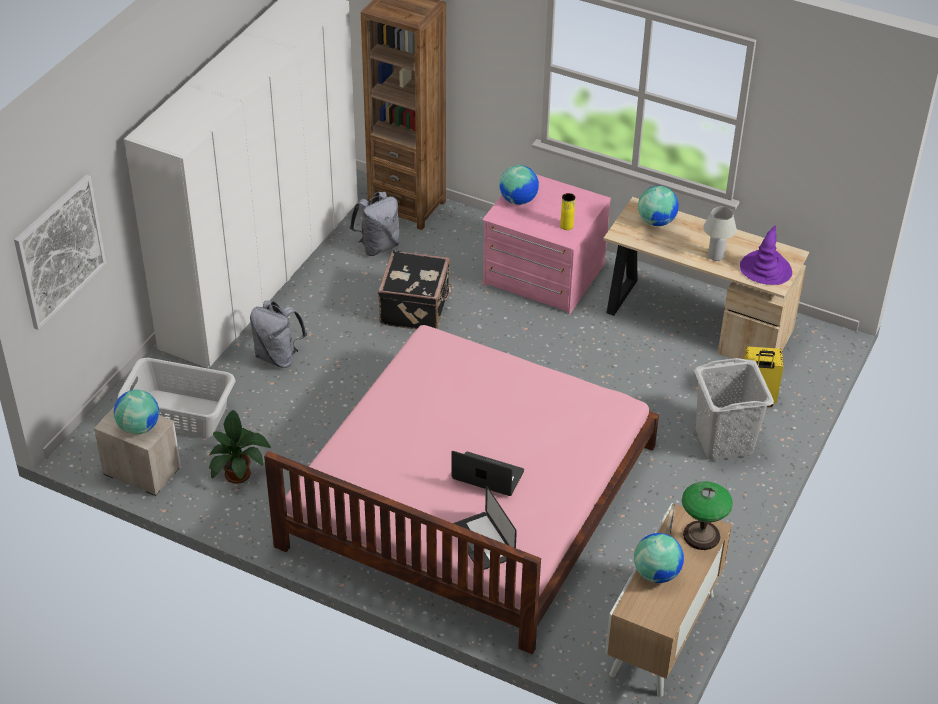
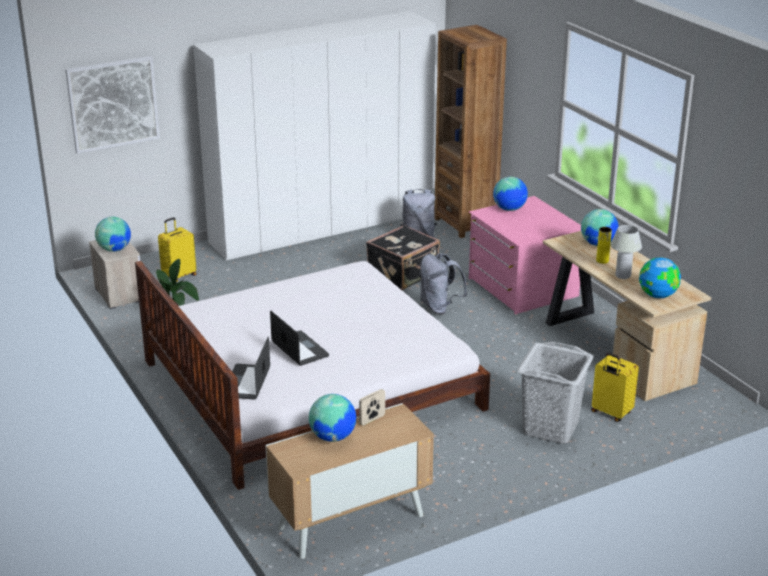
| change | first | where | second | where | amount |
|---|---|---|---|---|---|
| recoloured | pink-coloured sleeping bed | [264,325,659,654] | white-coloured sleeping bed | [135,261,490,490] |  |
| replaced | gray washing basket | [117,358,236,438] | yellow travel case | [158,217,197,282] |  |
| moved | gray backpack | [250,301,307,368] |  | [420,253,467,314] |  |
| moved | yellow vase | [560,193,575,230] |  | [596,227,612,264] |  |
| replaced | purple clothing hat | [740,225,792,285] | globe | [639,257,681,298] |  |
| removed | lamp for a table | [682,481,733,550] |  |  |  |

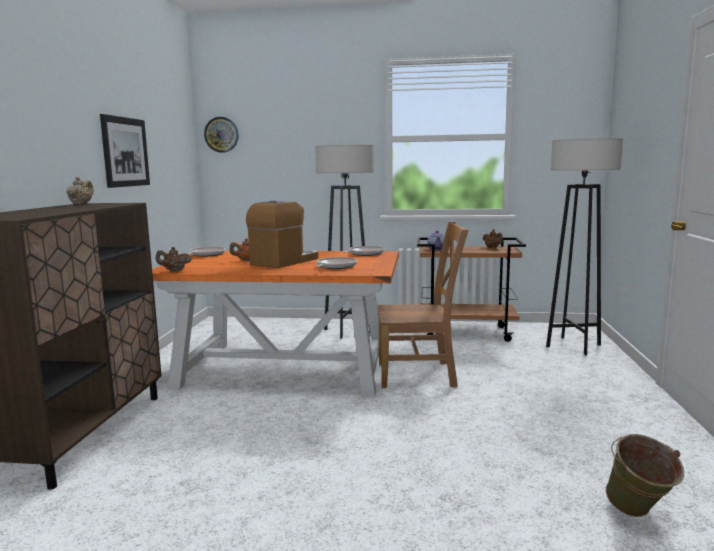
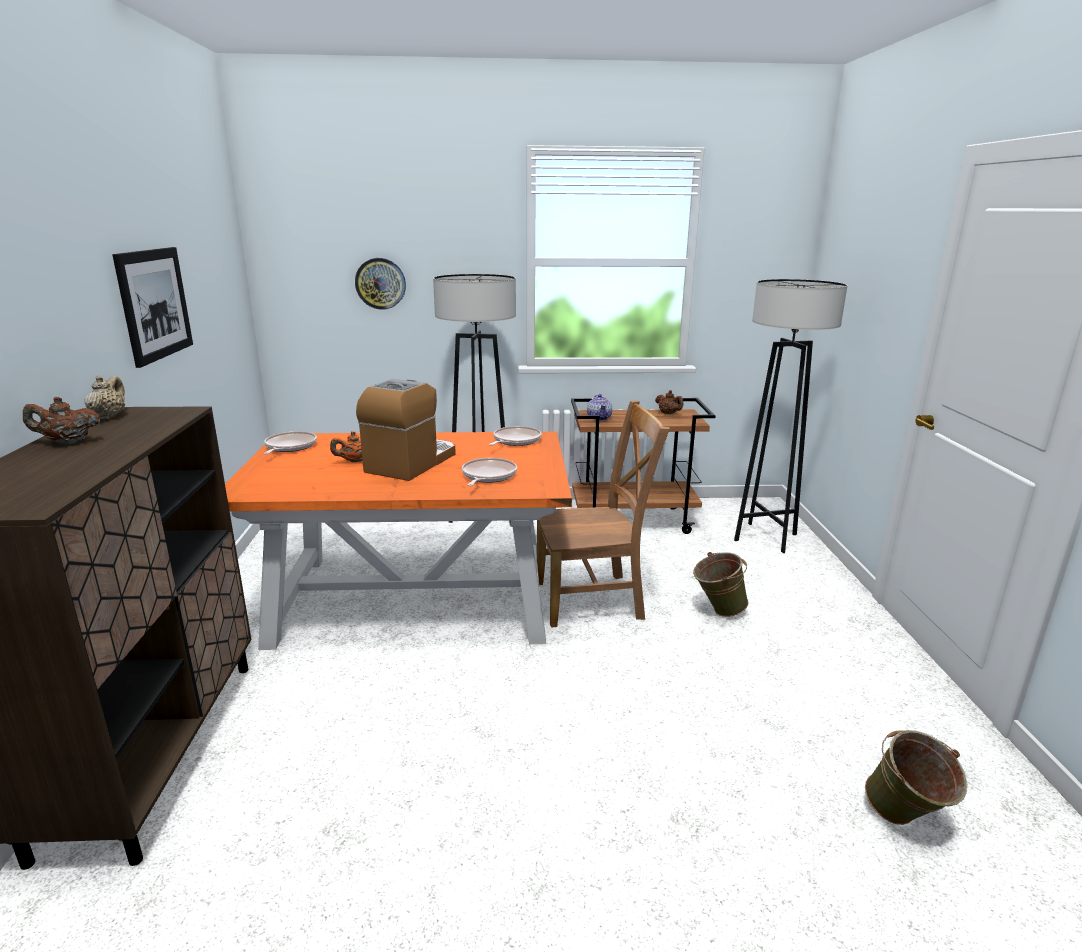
| change | first | where | second | where | amount |
|---|---|---|---|---|---|
| moved | brown-coloured teapot | [156,247,191,272] |  | [23,397,100,444] |  |
| moved | hanging clock | [204,117,239,153] |  | [355,258,406,310] |  |
| added |  |  | green-coloured bucket | [693,552,748,617] |  |

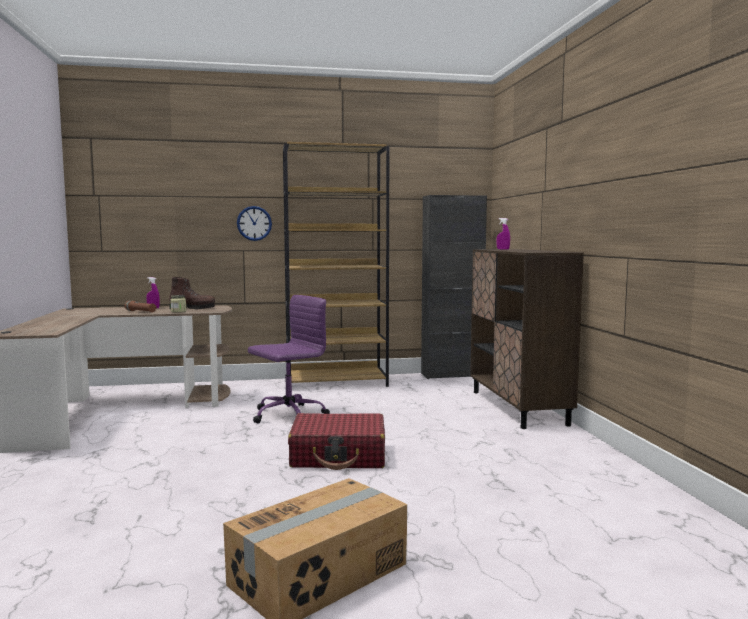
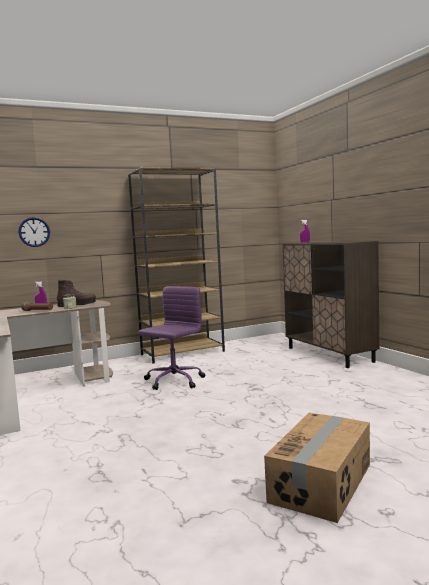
| change | first | where | second | where | amount |
|---|---|---|---|---|---|
| moved | hanging clock | [237,206,272,241] |  | [19,217,50,247] |  |
| removed | red-coloured travel case | [288,413,385,470] |  |  |  |
| removed | blackish storage cabinet | [421,195,487,379] |  |  |  |

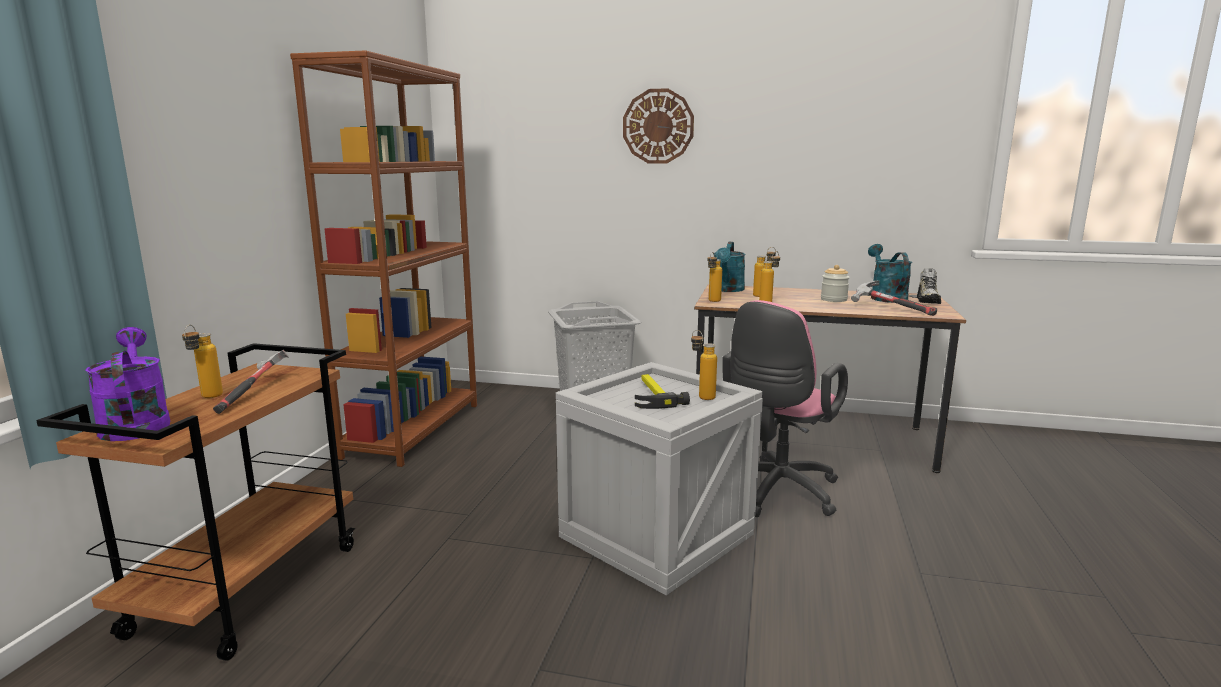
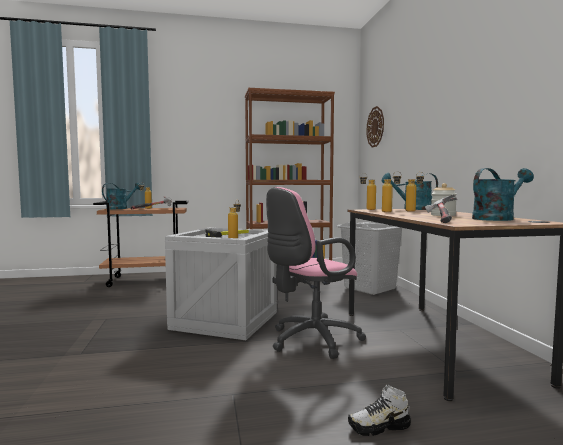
| change | first | where | second | where | amount |
|---|---|---|---|---|---|
| recoloured | purple sprinkling can | [85,327,170,441] | turquoise-coloured sprinkling can | [102,183,140,209] |  |
| turned | pink-coloured computer chair | [723,300,848,517] |  | [266,187,366,359] | 45 degrees counterclockwise |
| moved | item of footwear | [917,268,941,304] |  | [348,384,411,436] |  |
| moved | hanging clock | [623,88,694,164] |  | [367,106,384,148] |  |

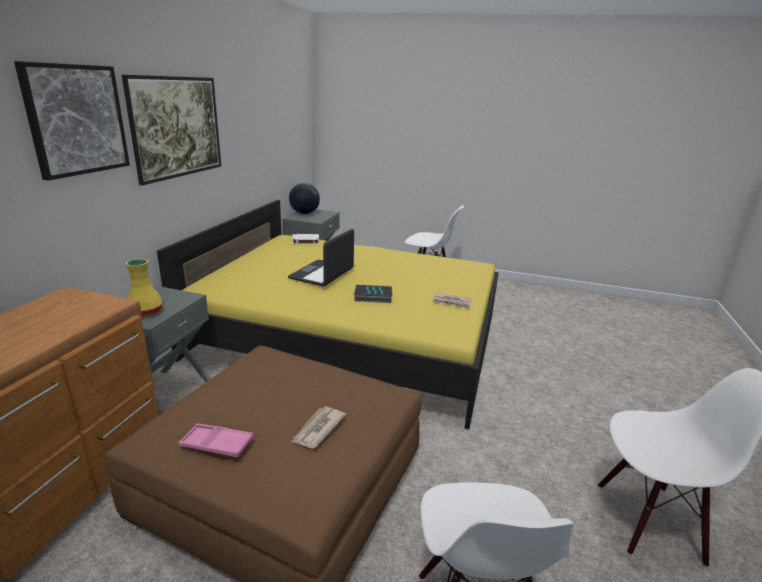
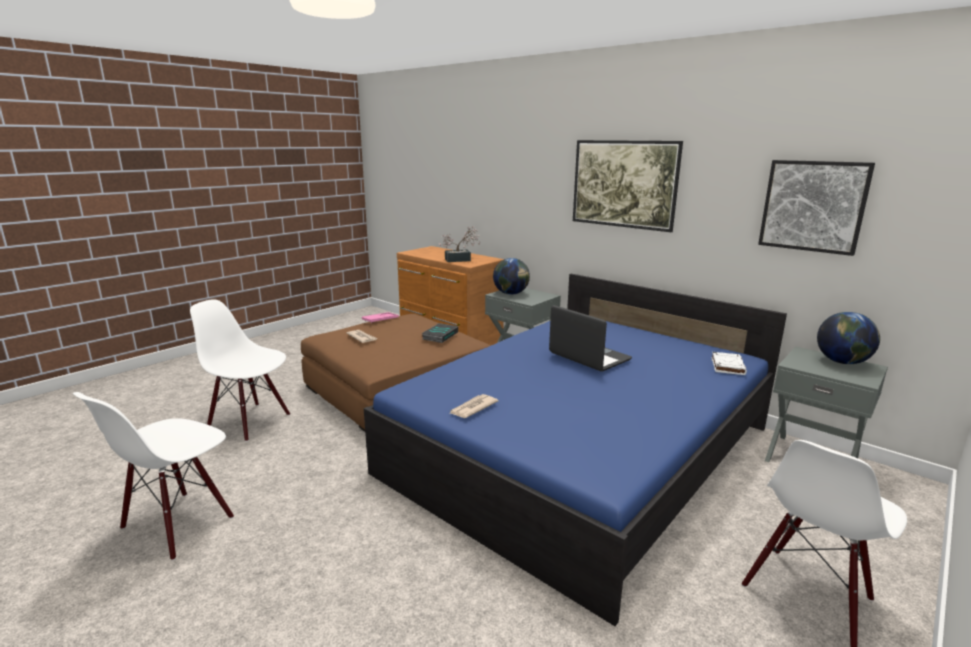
| change | first | where | second | where | amount |
|---|---|---|---|---|---|
| recoloured | yellow sleeping bed | [157,200,499,429] | blue-coloured sleeping bed | [364,274,787,626] |  |
| moved | book | [354,285,392,303] |  | [422,323,458,343] |  |
| added |  |  | potted plant | [439,226,480,262] |  |
| replaced | yellow vase | [126,259,162,317] | globe | [493,258,530,295] |  |
| moved | picture | [14,61,130,180] |  | [758,160,875,256] |  |

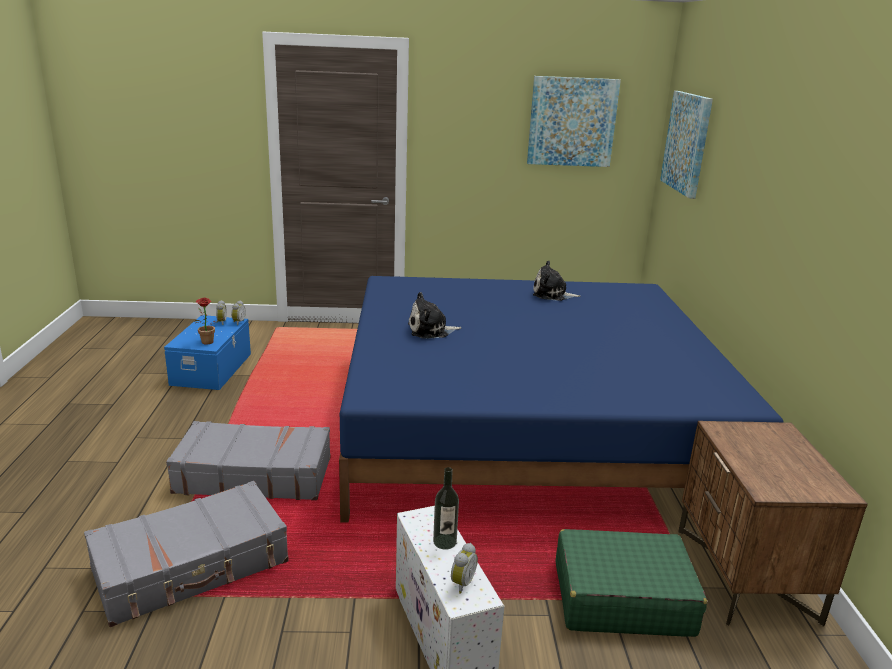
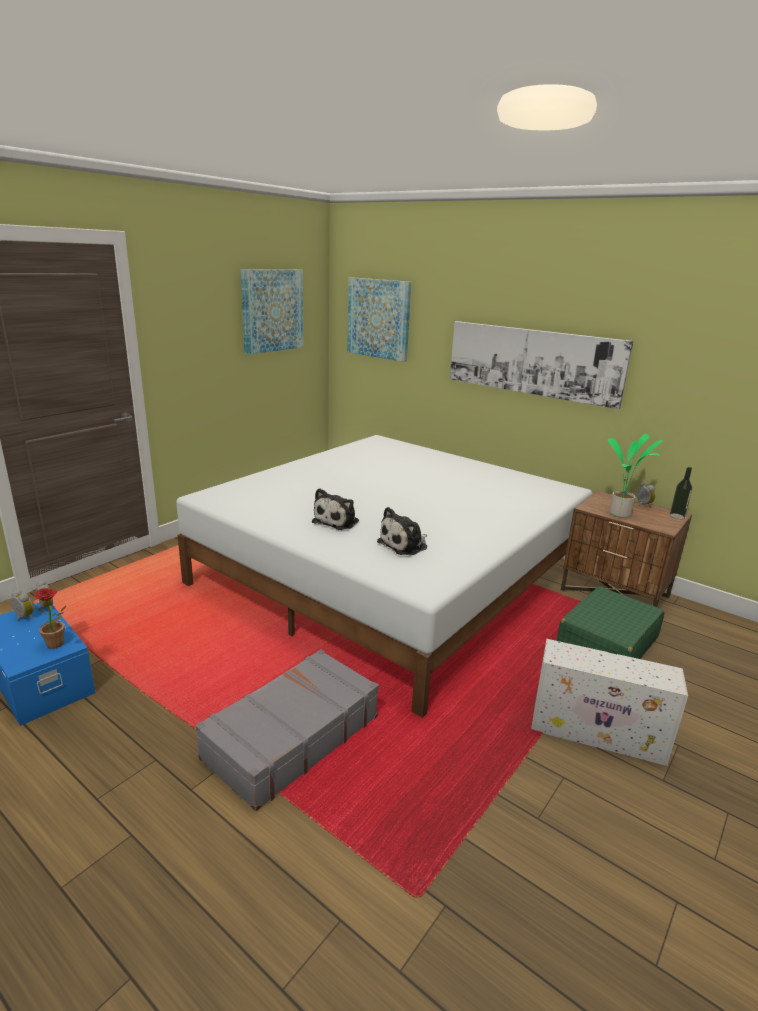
| change | first | where | second | where | amount |
|---|---|---|---|---|---|
| recoloured | blue-coloured sleeping bed | [339,276,783,523] | white-coloured sleeping bed | [176,435,593,718] |  |
| moved | cuddly toy | [533,261,580,301] |  | [377,507,427,556] |  |
| added |  |  | picture | [450,321,634,409] |  |
| added |  |  | potted plant | [608,434,663,518] |  |
| moved | alarm clock | [451,543,478,594] |  | [636,482,656,508] |  |
| moved | drink bottle | [433,467,459,550] |  | [670,467,692,519] |  |
| removed | gray travel case | [84,481,289,627] |  |  |  |

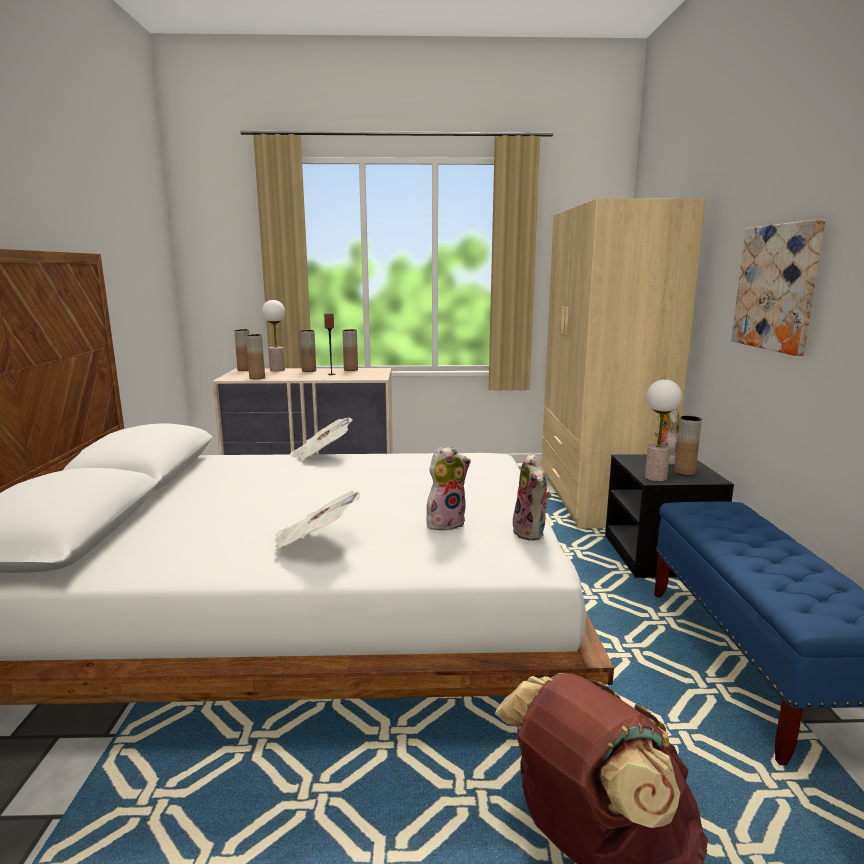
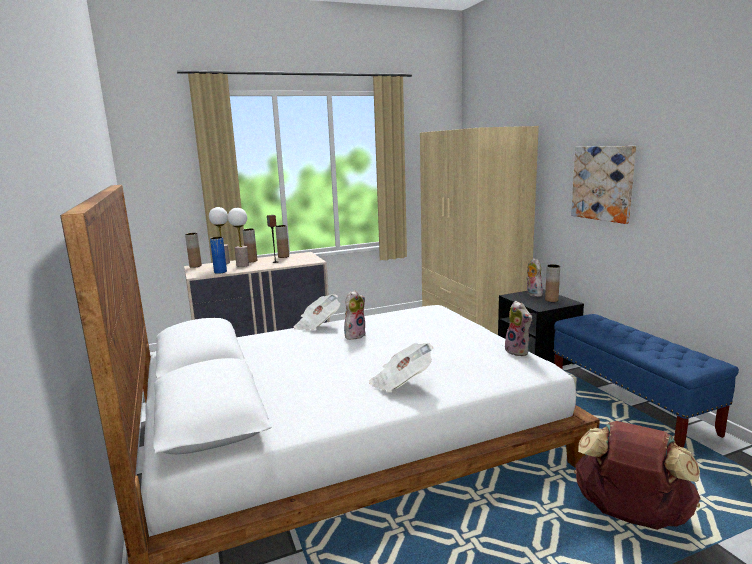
| change | first | where | second | where | amount |
|---|---|---|---|---|---|
| recoloured | brown-coloured vase | [246,334,265,379] | blue-coloured vase | [210,237,227,274] |  |
| moved | lamp for a table | [645,379,682,481] |  | [228,208,249,267] |  |
| moved | cuddly toy | [427,446,471,530] |  | [344,290,366,340] |  |

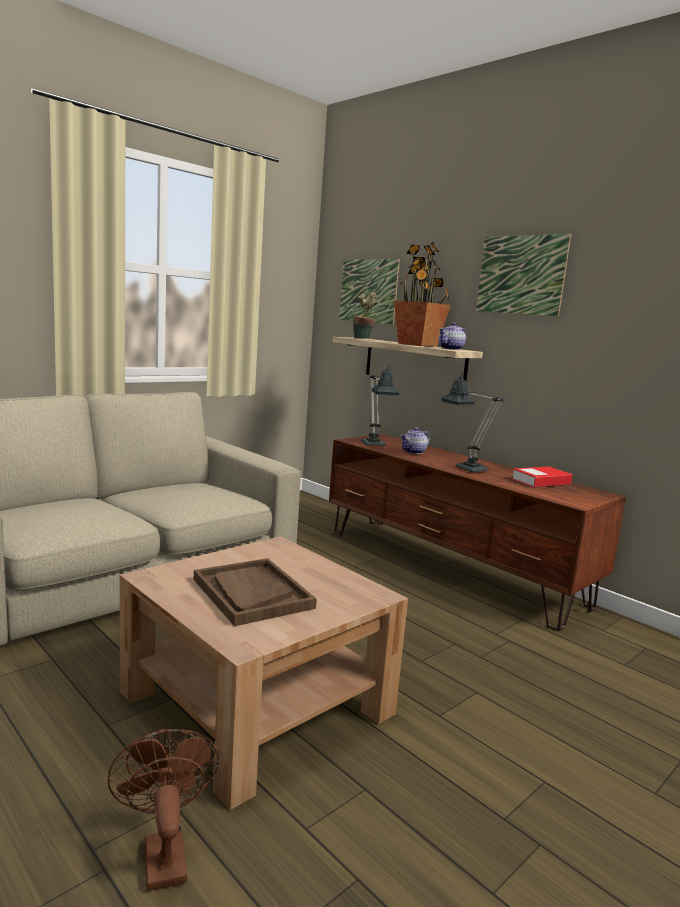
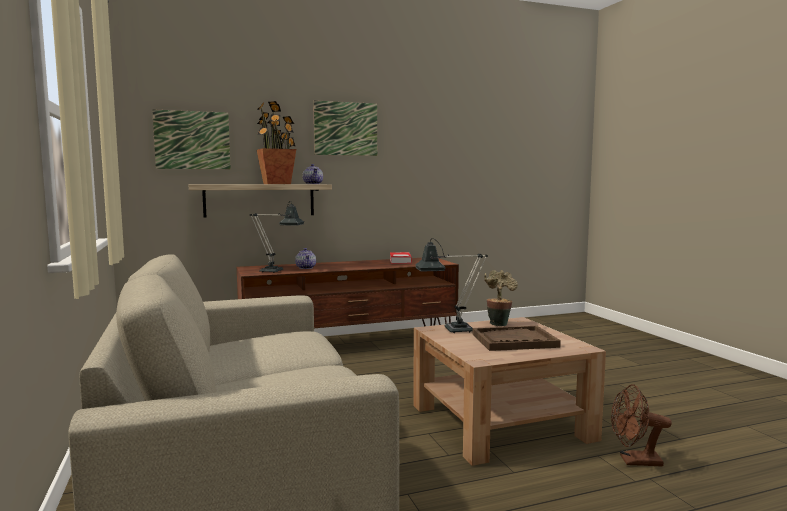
| change | first | where | second | where | amount |
|---|---|---|---|---|---|
| moved | lamp for a table | [441,373,504,473] |  | [415,238,488,333] |  |
| moved | potted plant | [353,292,377,339] |  | [484,270,518,327] |  |

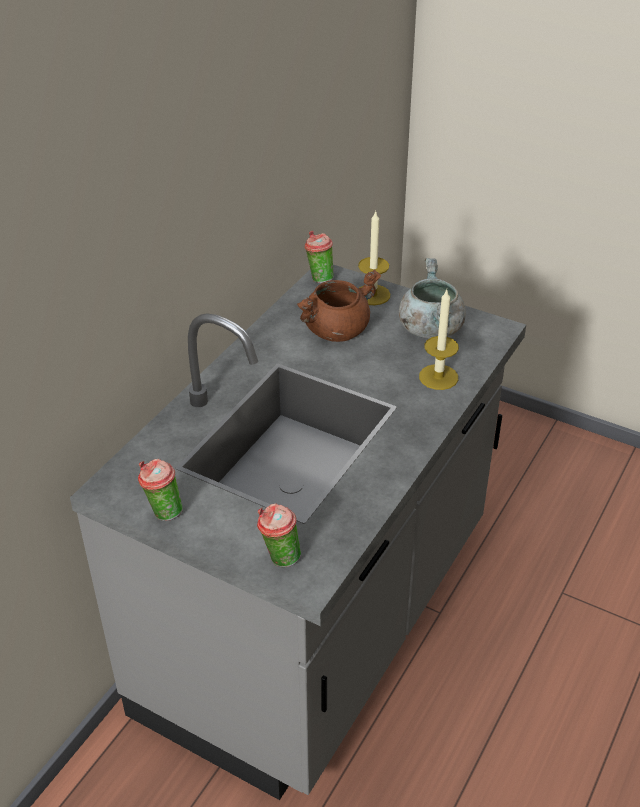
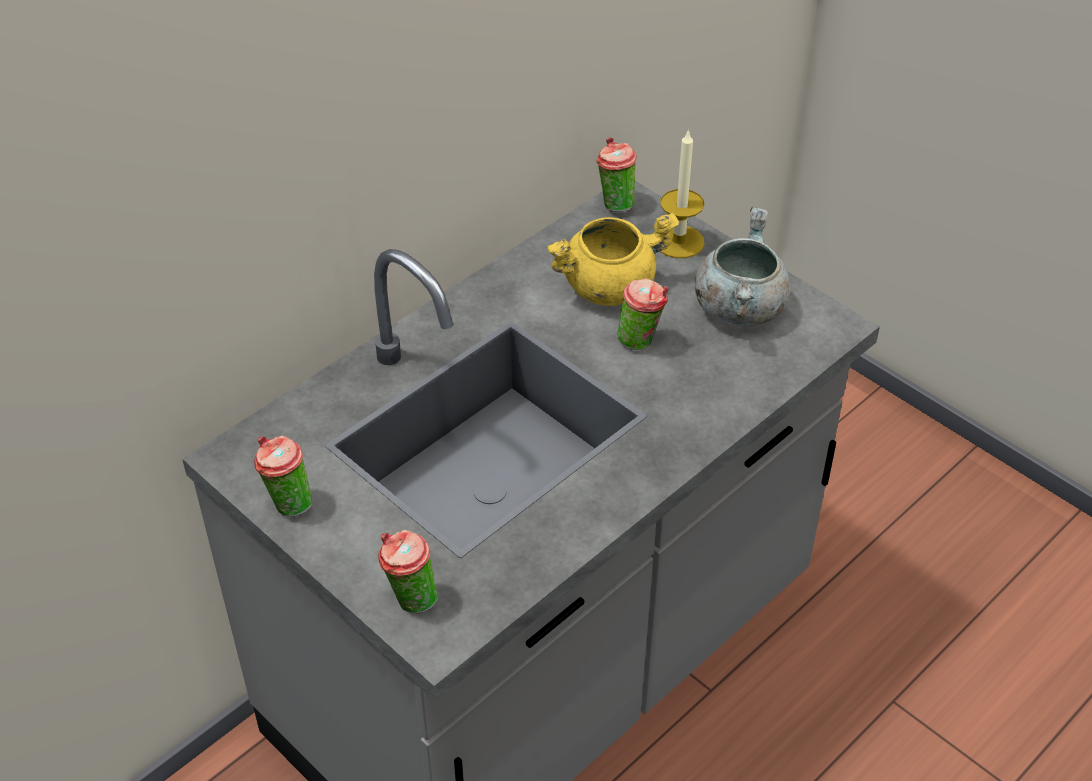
| change | first | where | second | where | amount |
|---|---|---|---|---|---|
| recoloured | brown-coloured cooking pot | [296,270,381,342] | yellow cooking pot | [547,212,679,306] |  |
| added |  |  | small cup | [617,278,668,350] |  |
| removed | candle | [419,290,459,390] |  |  |  |

